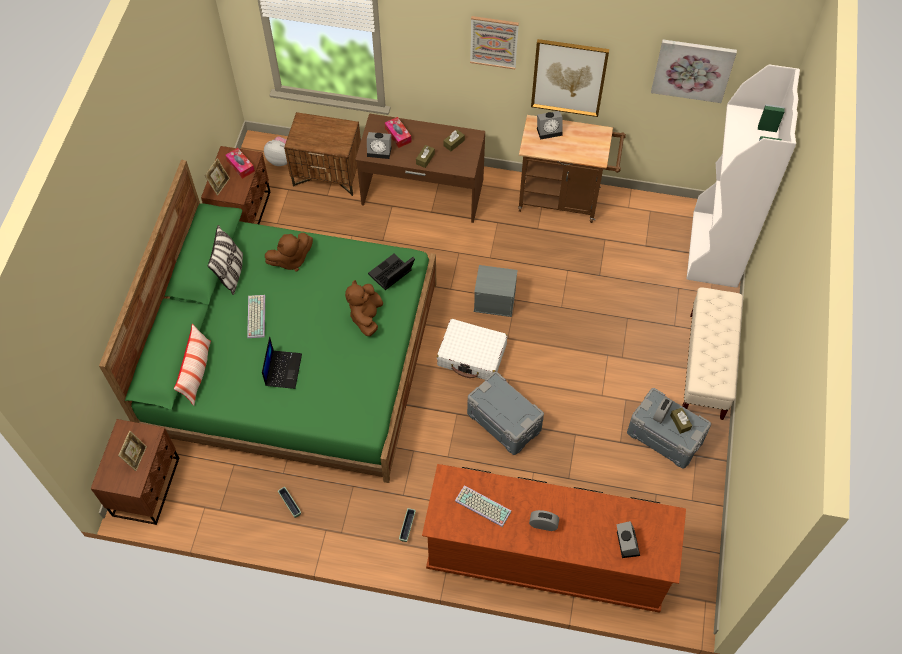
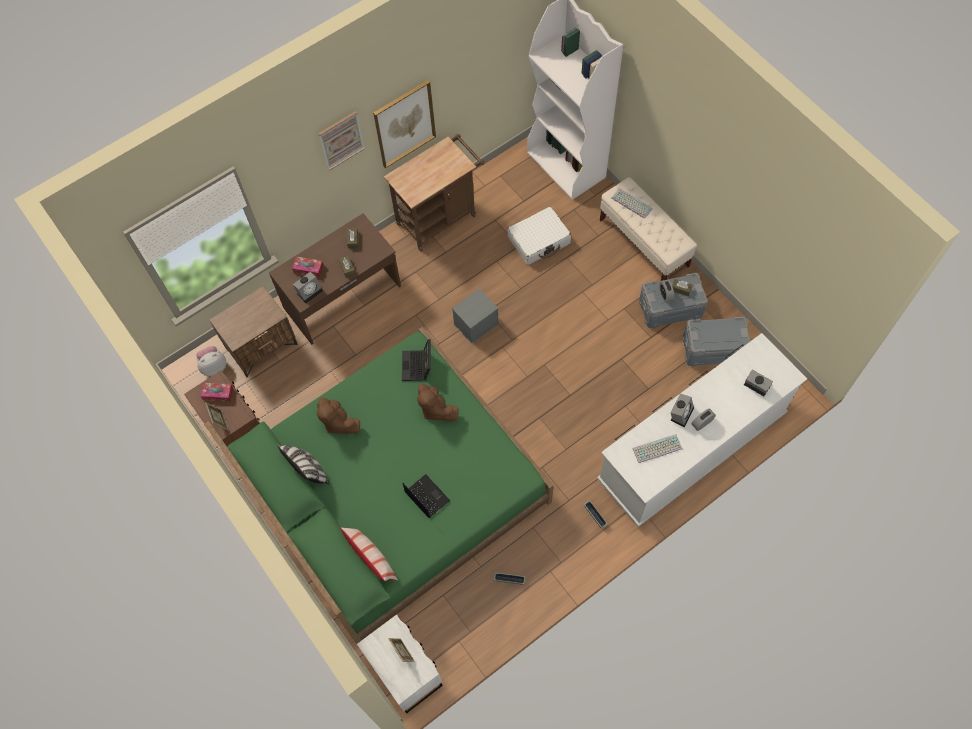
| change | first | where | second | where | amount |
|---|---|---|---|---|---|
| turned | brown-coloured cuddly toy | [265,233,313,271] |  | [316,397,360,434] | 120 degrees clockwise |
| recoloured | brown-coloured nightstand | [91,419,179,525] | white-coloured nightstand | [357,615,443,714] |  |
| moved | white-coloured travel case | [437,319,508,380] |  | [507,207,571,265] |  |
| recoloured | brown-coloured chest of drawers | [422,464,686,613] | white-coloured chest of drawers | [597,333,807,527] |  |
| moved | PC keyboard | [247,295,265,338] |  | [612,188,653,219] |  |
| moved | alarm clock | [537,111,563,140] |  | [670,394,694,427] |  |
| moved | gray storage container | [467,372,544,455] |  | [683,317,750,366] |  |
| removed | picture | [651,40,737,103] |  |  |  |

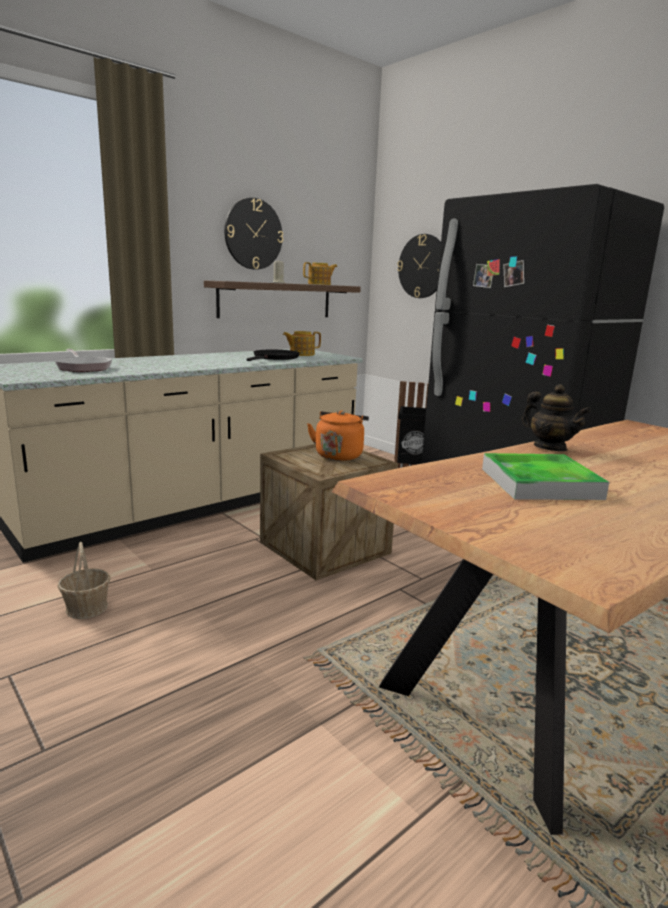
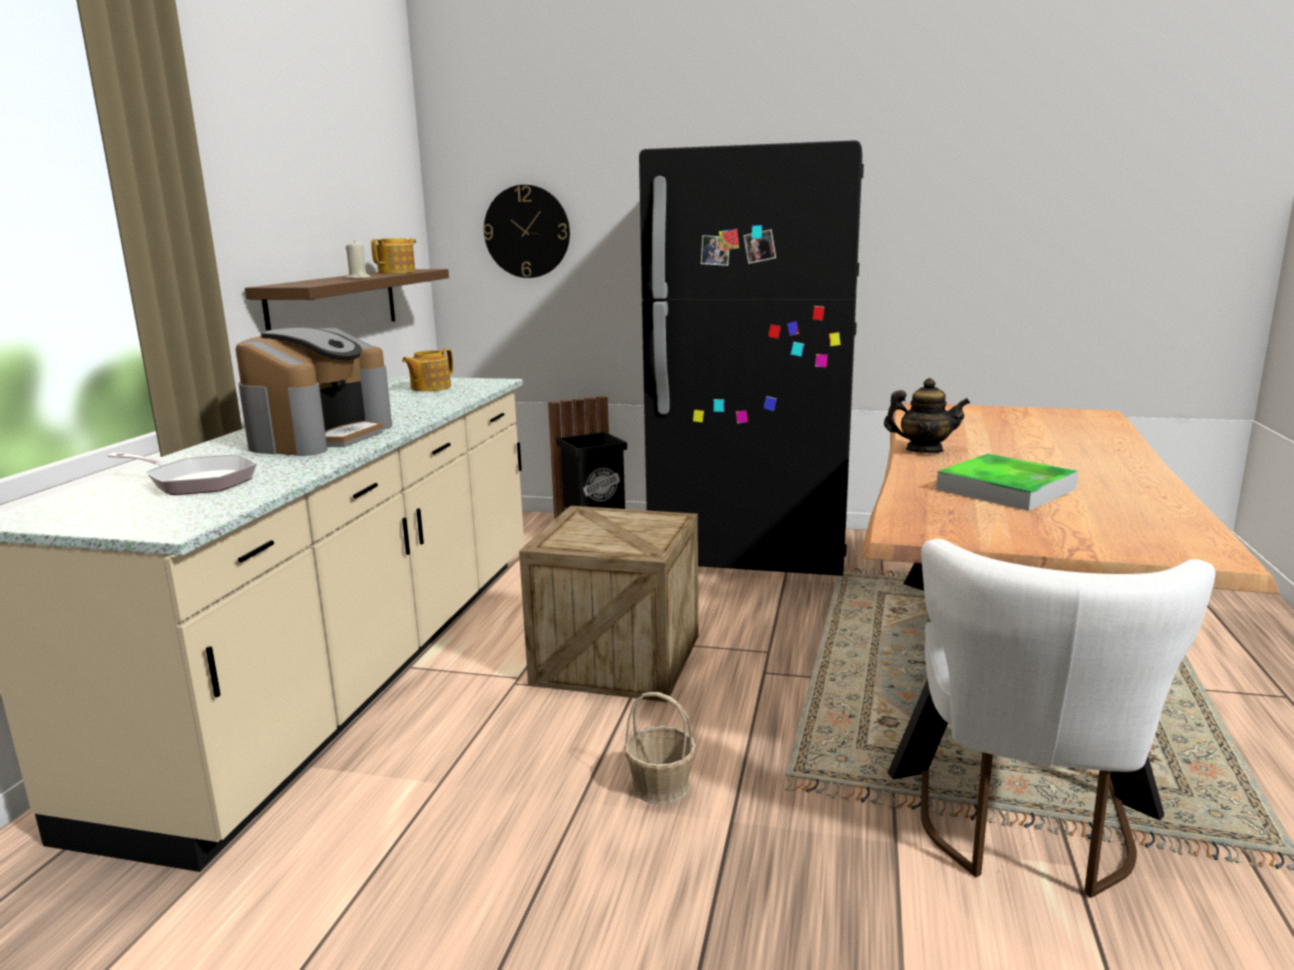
| change | first | where | second | where | amount |
|---|---|---|---|---|---|
| added |  |  | coffee machine | [235,327,392,456] |  |
| moved | household basket | [58,542,111,619] |  | [624,692,696,804] |  |
| added |  |  | white-coloured plain chair | [921,539,1215,898] |  |
| removed | hanging clock | [224,198,283,270] |  |  |  |
| removed | blackish frying pan | [247,350,300,361] |  |  |  |
| removed | orange kettle | [307,410,369,461] |  |  |  |

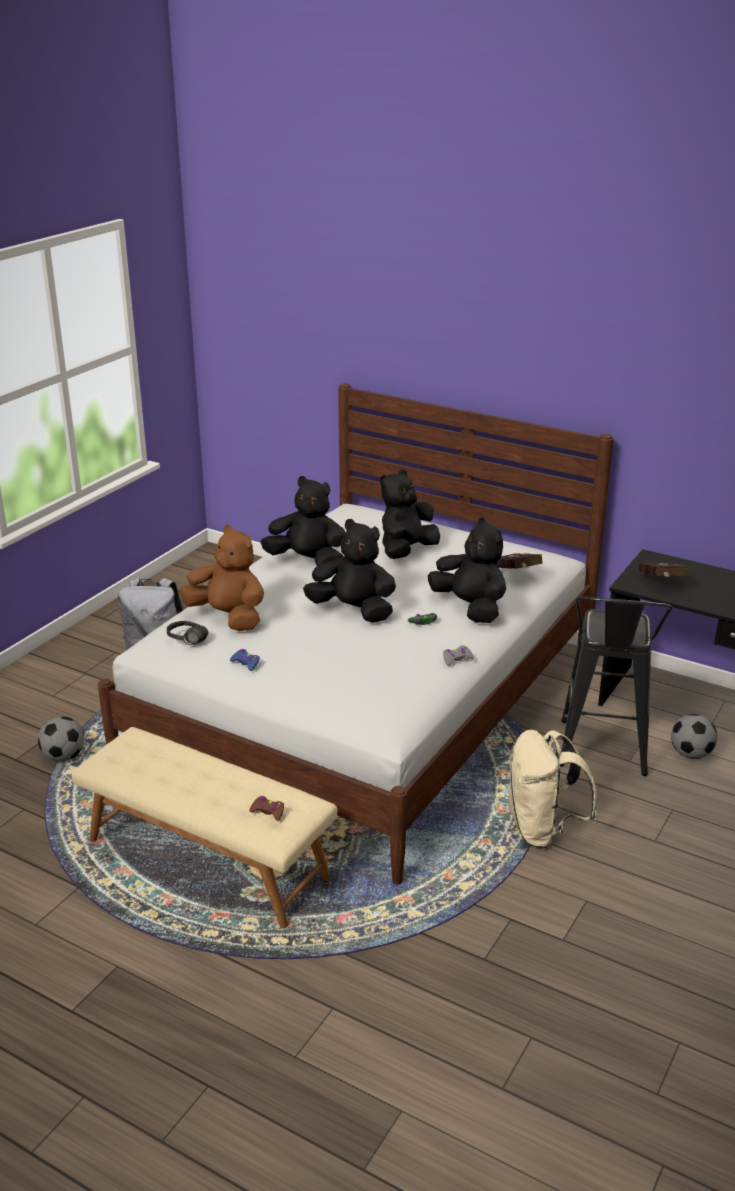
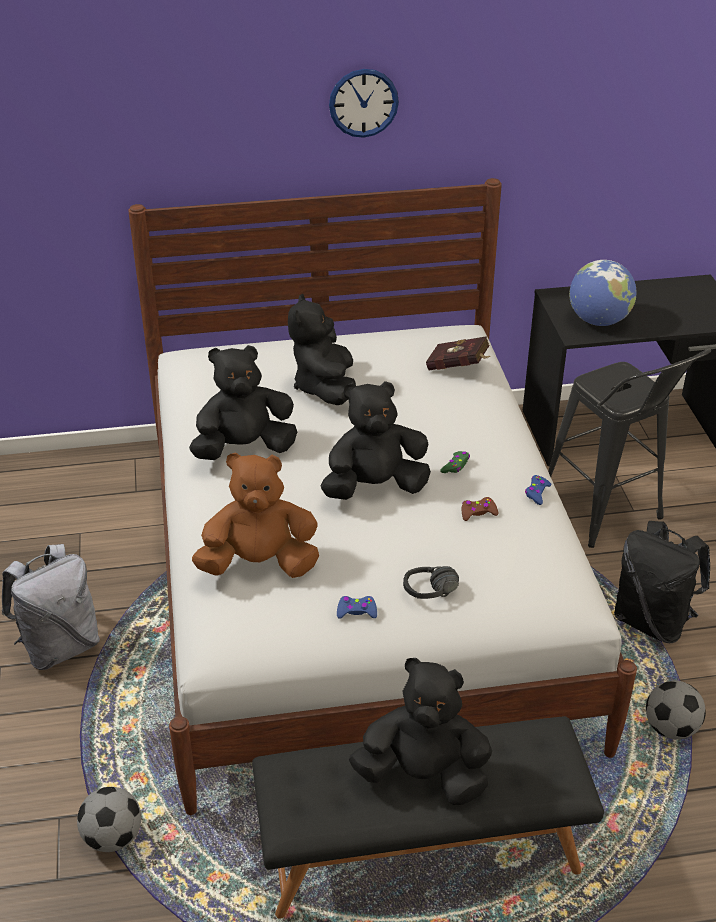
| change | first | where | second | where | amount |
|---|---|---|---|---|---|
| recoloured | beige long seat | [71,727,337,928] | blackish long seat | [252,716,604,919] |  |
| added |  |  | hanging clock | [329,69,399,138] |  |
| moved | blackish cuddly toy | [428,517,506,623] |  | [349,658,492,805] |  |
| moved | blackish pair of headphones | [167,621,208,645] |  | [403,566,459,599] |  |
| moved | brown-coloured joypad | [249,796,284,821] |  | [462,497,498,521] |  |
| recoloured | gray joypad | [443,646,474,666] | blue-coloured joypad | [525,475,551,505] |  |
| replaced | red-coloured book | [639,563,690,577] | globe | [569,260,636,326] |  |
| recoloured | beige backpack | [507,730,597,848] | blackish backpack | [614,521,710,643] |  |
| moved | football ball | [671,714,718,759] |  | [646,680,706,740] |  |

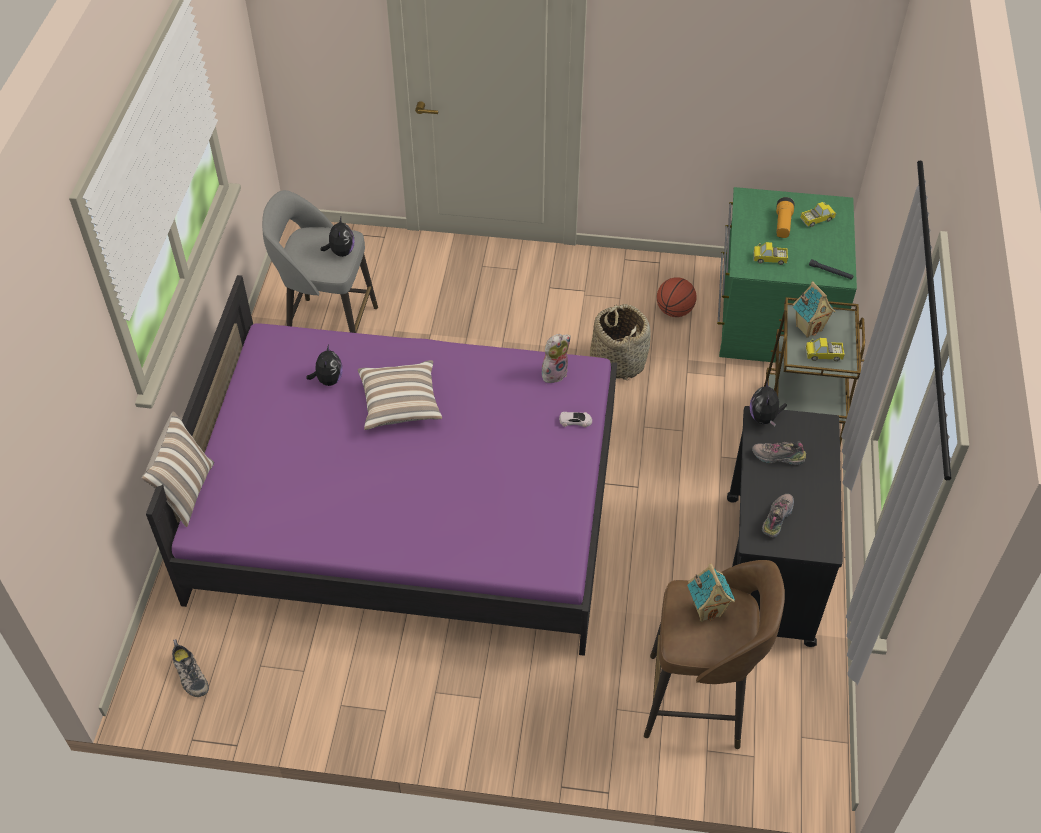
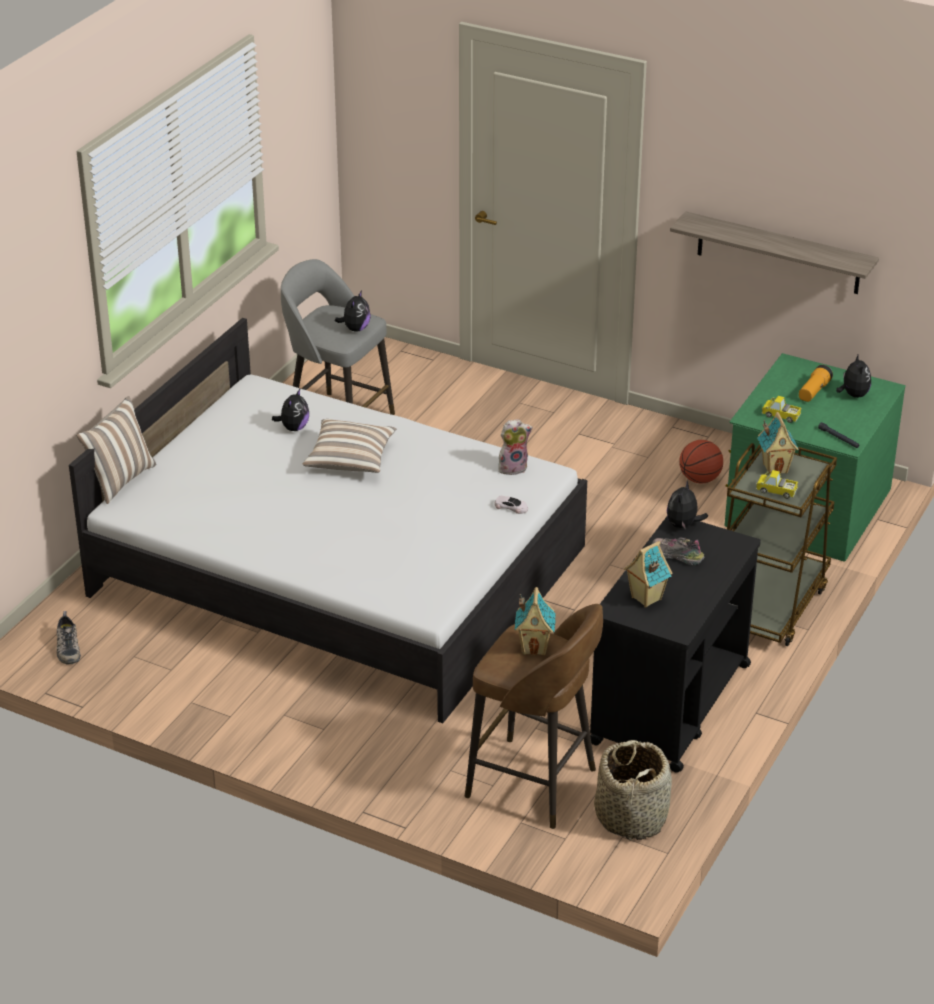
| change | first | where | second | where | amount |
|---|---|---|---|---|---|
| recoloured | purple sleeping bed | [146,275,617,656] | white-coloured sleeping bed | [69,318,587,723] |  |
| moved | household basket | [590,304,651,380] |  | [594,740,672,841] |  |
| replaced | item of footwear | [762,494,794,538] | model house | [624,541,673,608] |  |
| added |  |  | bracket shelf | [670,211,879,294] |  |
| replaced | model truck | [800,202,836,227] | cuddly toy | [836,353,871,398] |  |

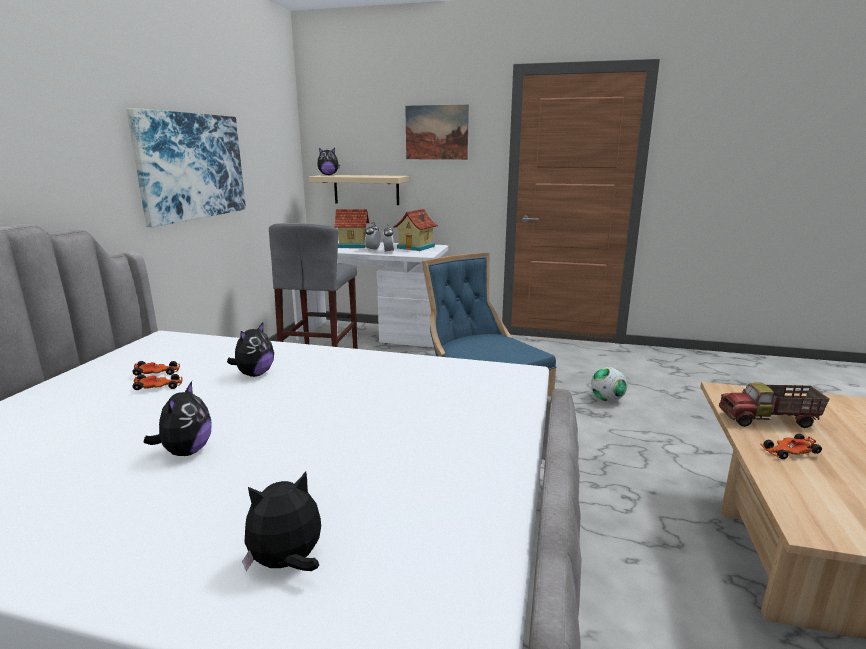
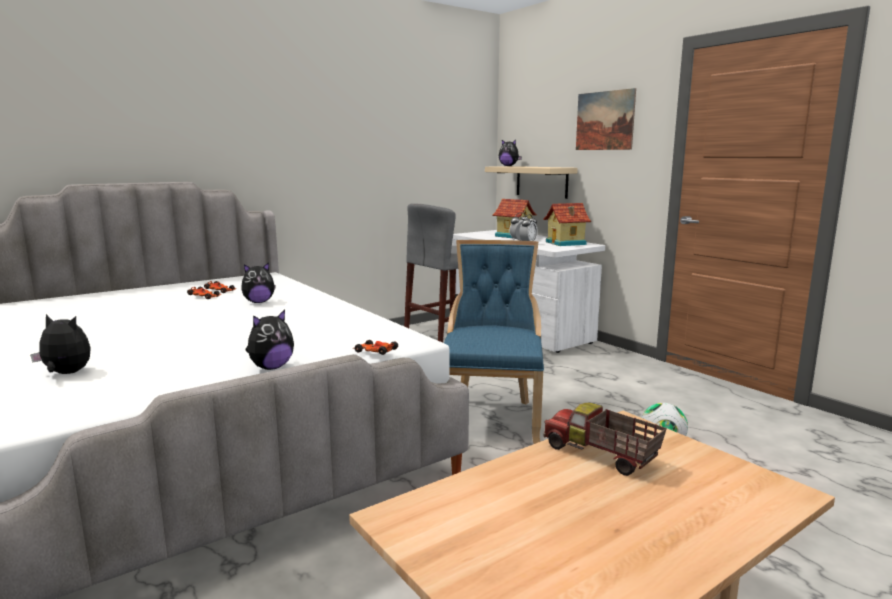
| change | first | where | second | where | amount |
|---|---|---|---|---|---|
| moved | cuddly toy | [144,381,212,456] |  | [245,309,294,370] |  |
| moved | model car | [761,433,822,459] |  | [352,340,398,355] |  |
| removed | picture | [126,108,246,227] |  |  |  |

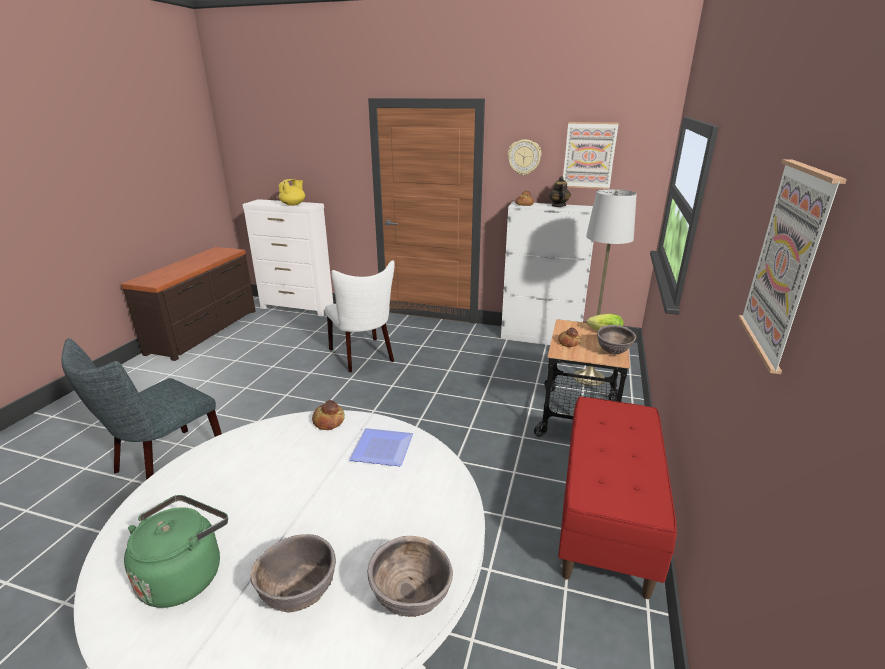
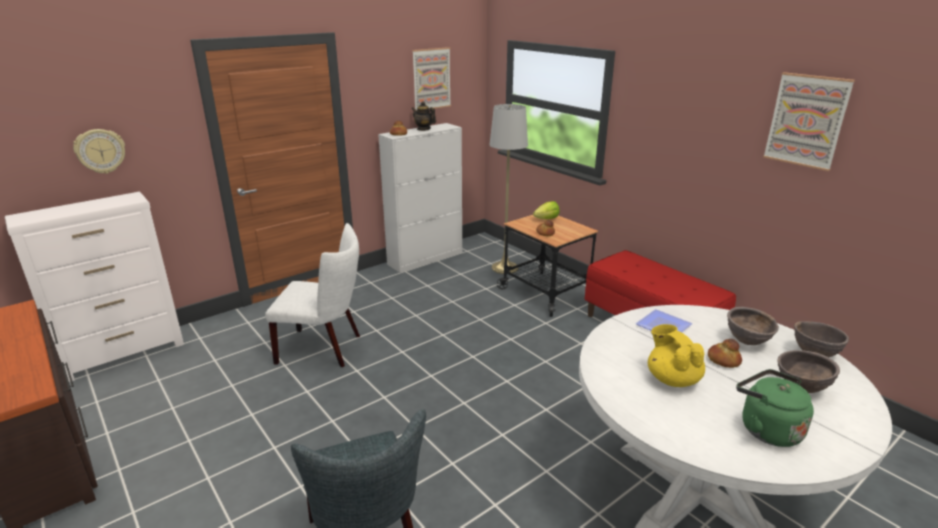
| change | first | where | second | where | amount |
|---|---|---|---|---|---|
| moved | hanging clock | [507,139,542,175] |  | [73,129,125,174] |  |
| moved | yellow teapot | [279,179,305,206] |  | [648,324,705,387] |  |
| moved | bread | [312,400,345,430] |  | [708,339,742,368] |  |
| moved | brown-coloured deep dish | [597,325,636,354] |  | [727,307,779,345] |  |

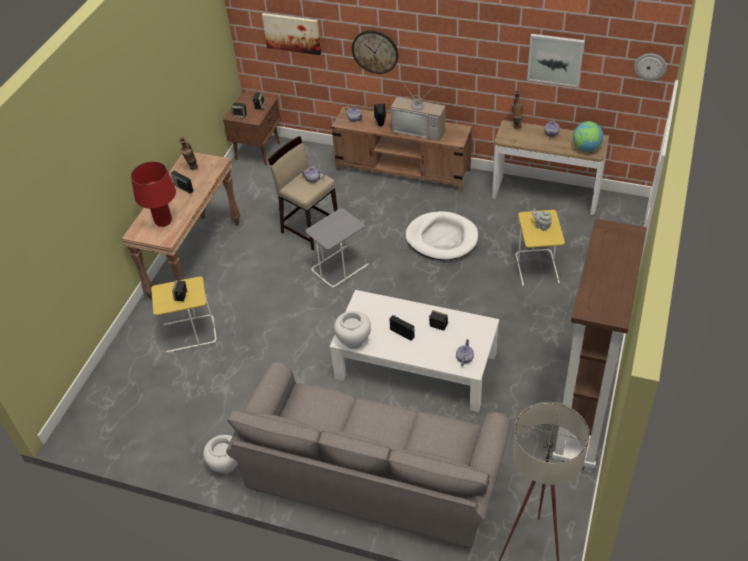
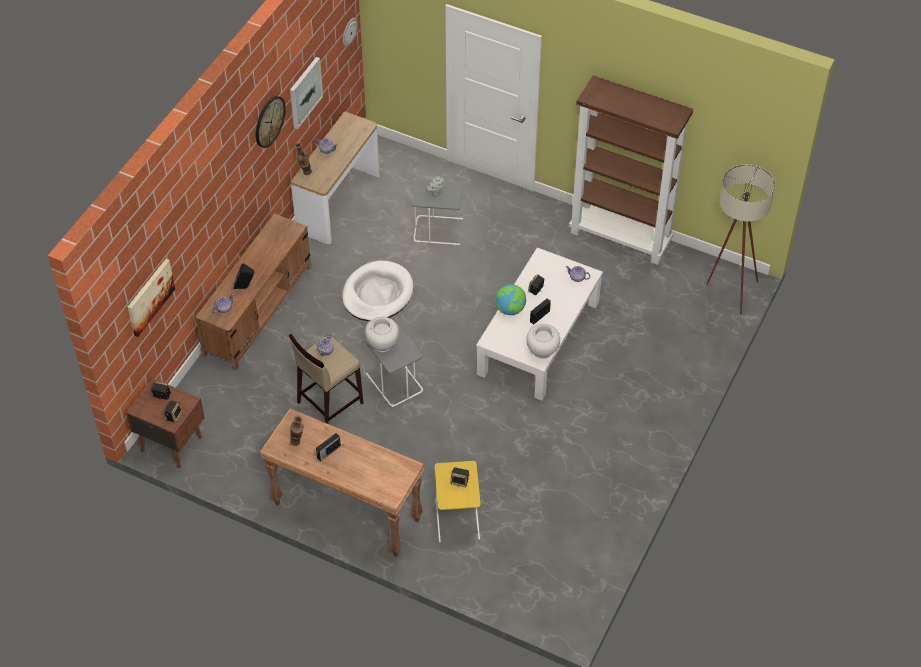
| change | first | where | second | where | amount |
|---|---|---|---|---|---|
| moved | hanging clock | [352,30,398,74] |  | [256,96,286,148] |  |
| moved | white-coloured vase | [203,435,238,473] |  | [365,317,399,352] |  |
| recoloured | yellow accent table | [516,210,565,286] | gray accent table | [412,179,463,245] |  |
| moved | globe | [573,121,603,152] |  | [495,284,526,315] |  |
| removed | red-coloured lamp for a table | [131,161,176,227] |  |  |  |
| removed | gray sofa | [226,361,511,548] |  |  |  |
| removed | television | [391,81,445,141] |  |  |  |

